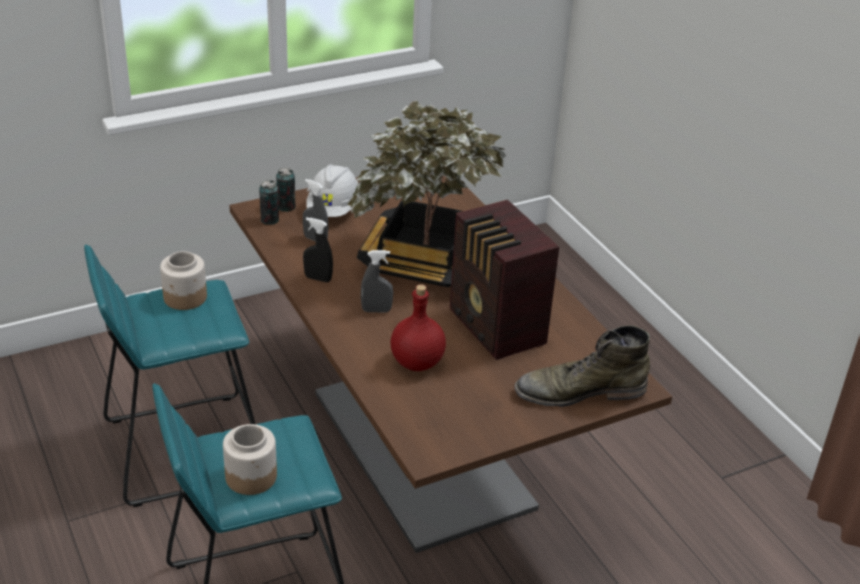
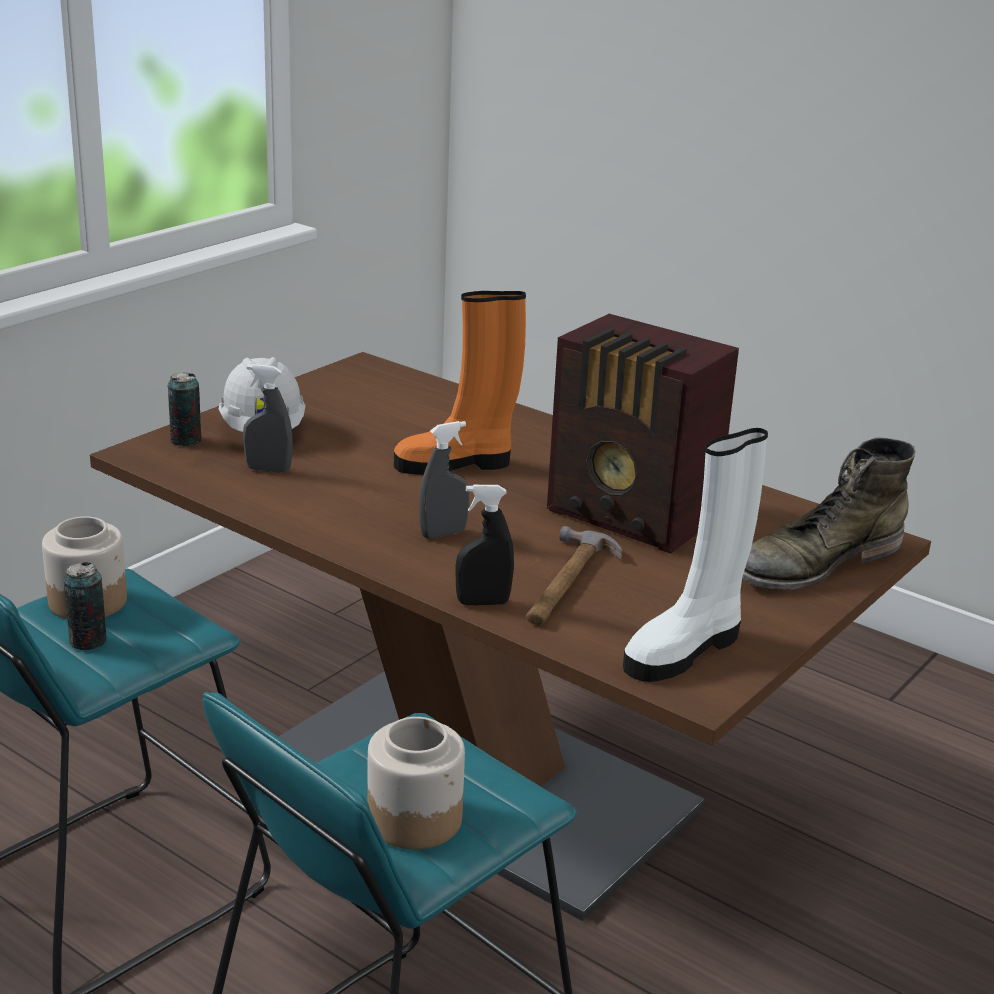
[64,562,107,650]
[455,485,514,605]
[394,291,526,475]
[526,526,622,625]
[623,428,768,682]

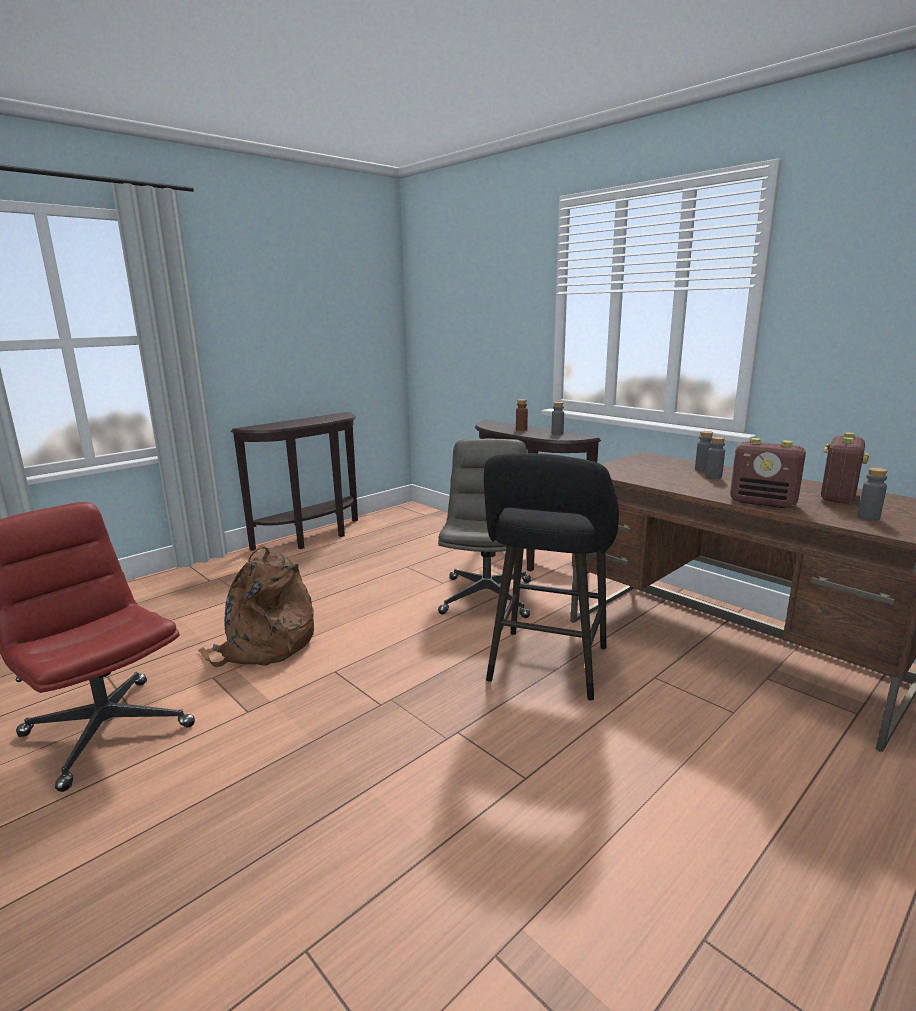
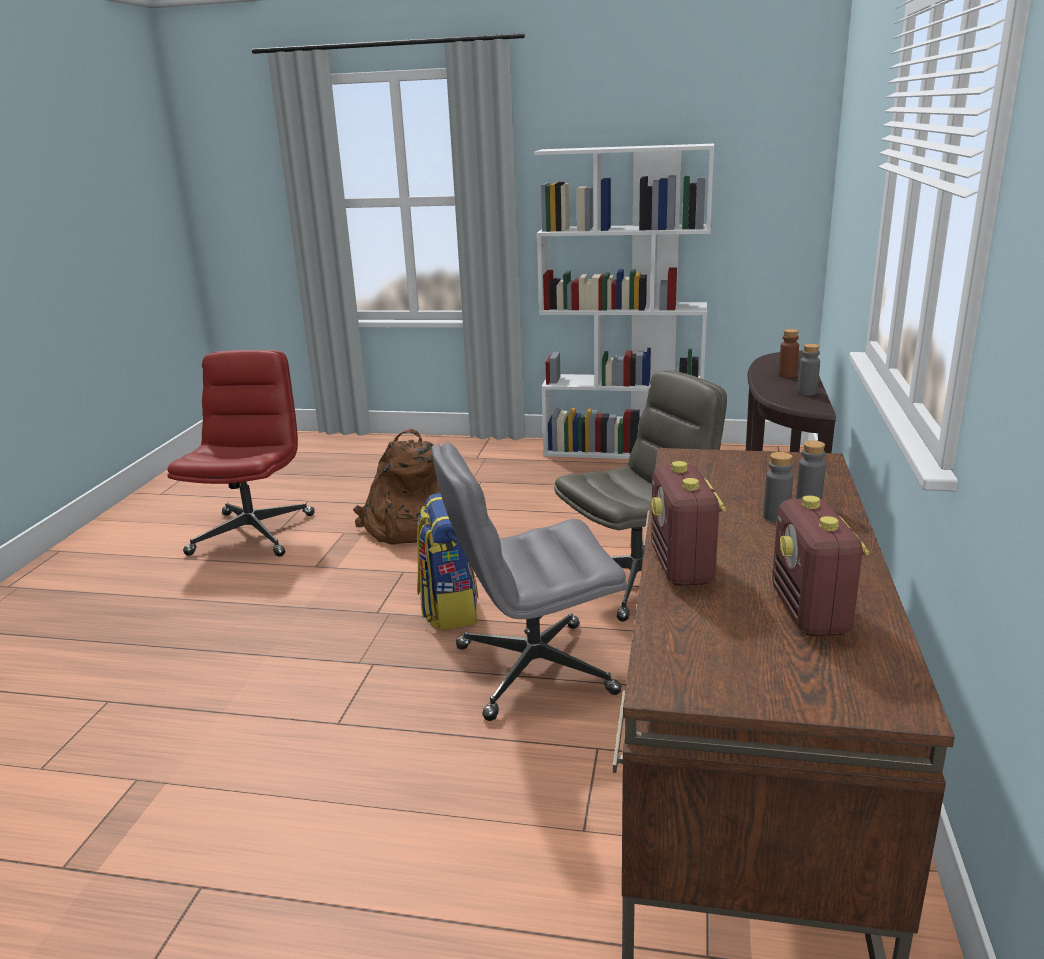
[534,144,714,459]
[431,442,627,721]
[772,495,870,636]
[857,468,888,521] (first image)
[417,493,478,630]

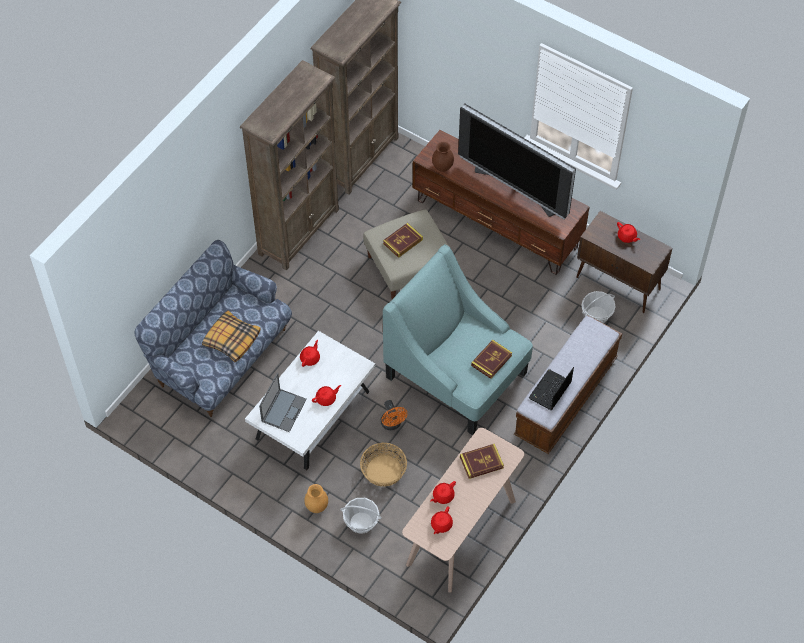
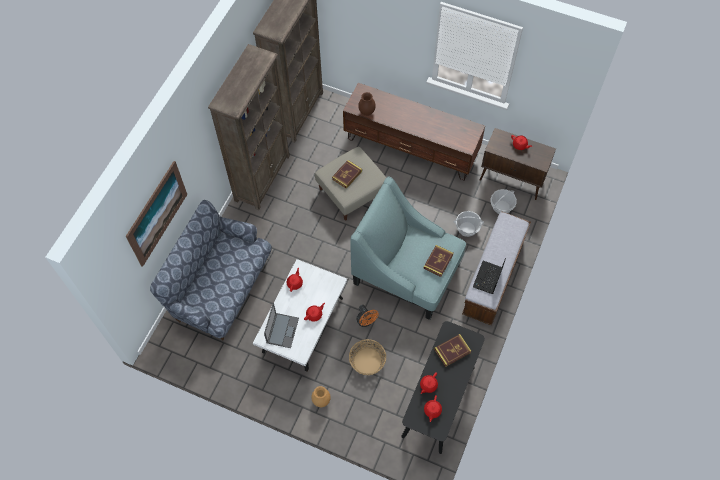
[202,310,261,362] (first image)
[454,211,484,237]
[401,321,485,454]
[458,103,576,219] (first image)
[126,161,187,267]

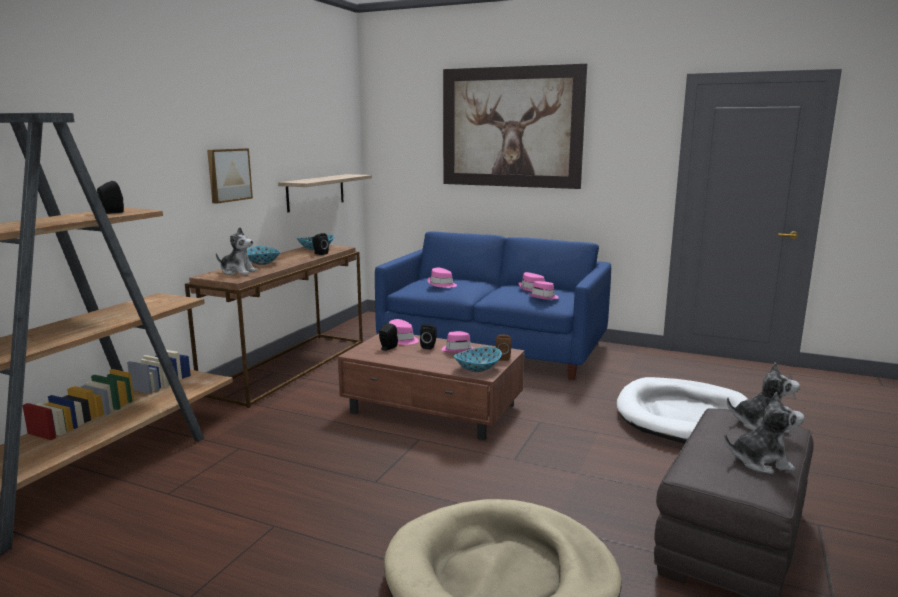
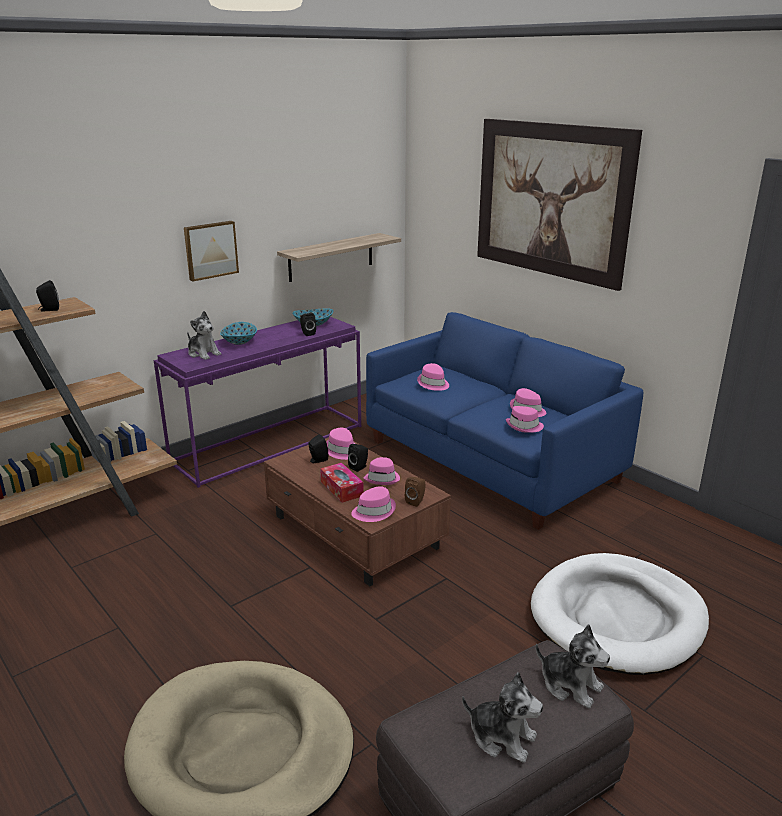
[154,317,361,488]
[351,486,396,522]
[320,463,364,503]

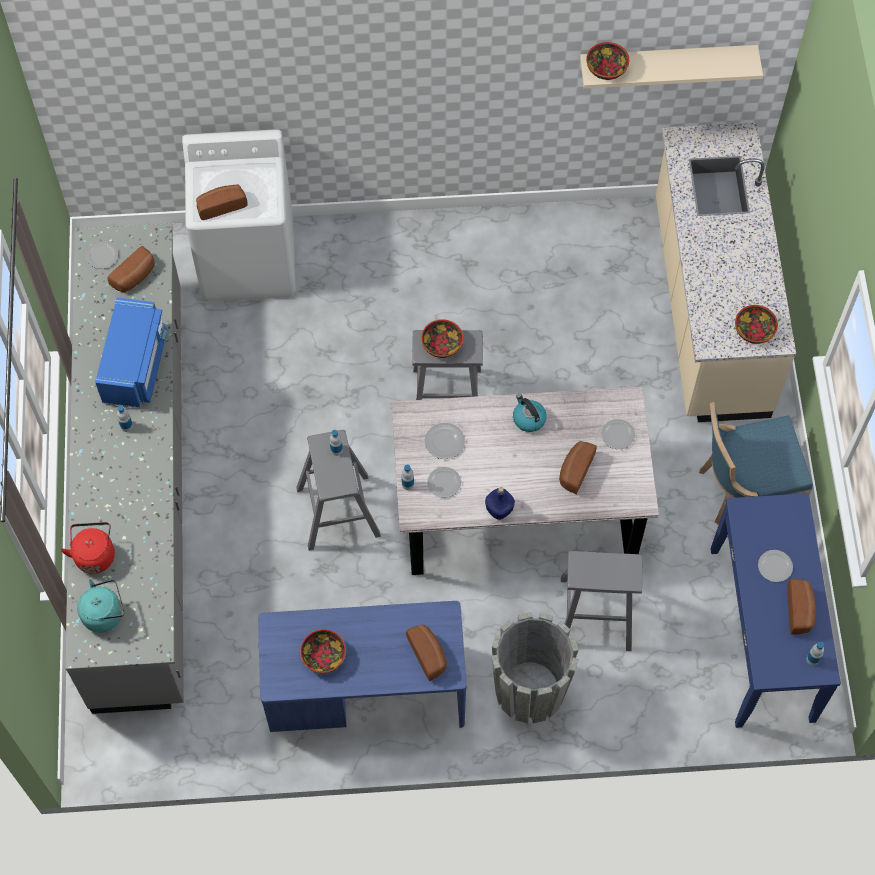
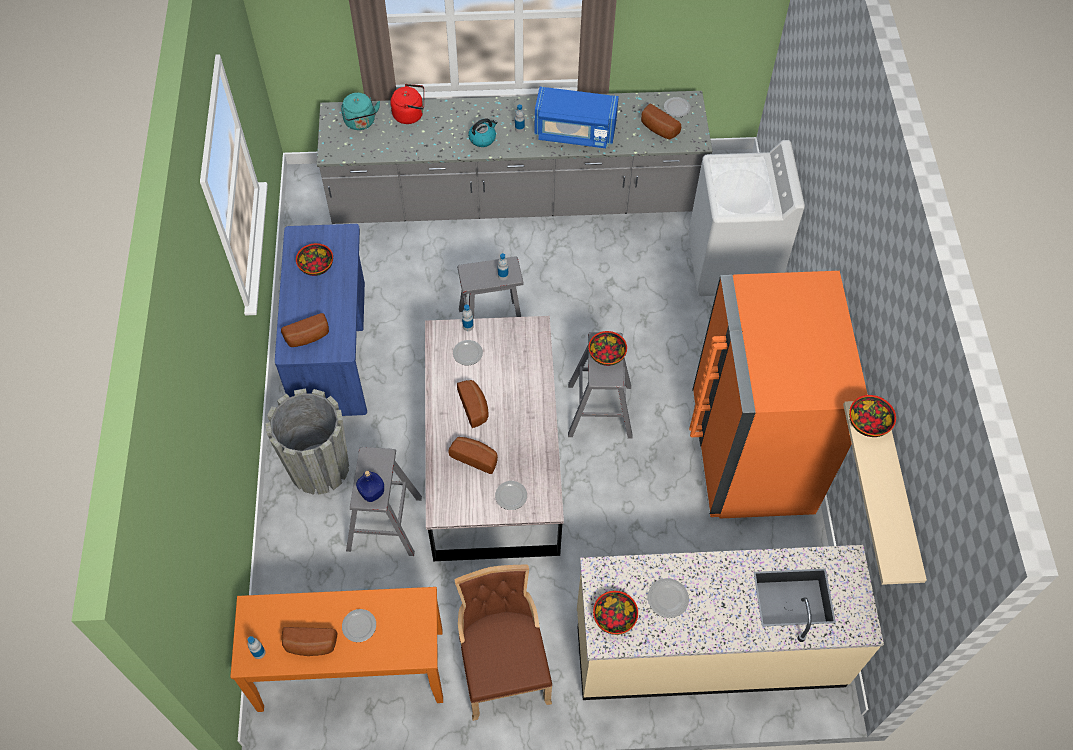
[457,380,489,428]
[647,578,689,618]
[356,470,384,502]
[468,118,498,147]
[454,565,552,721]
[230,587,443,712]
[689,271,868,519]

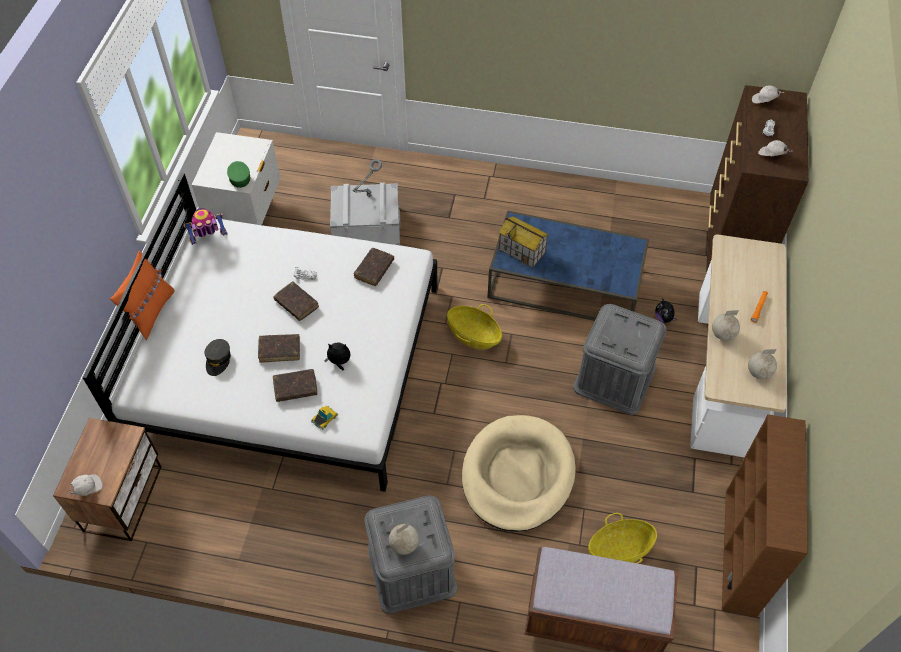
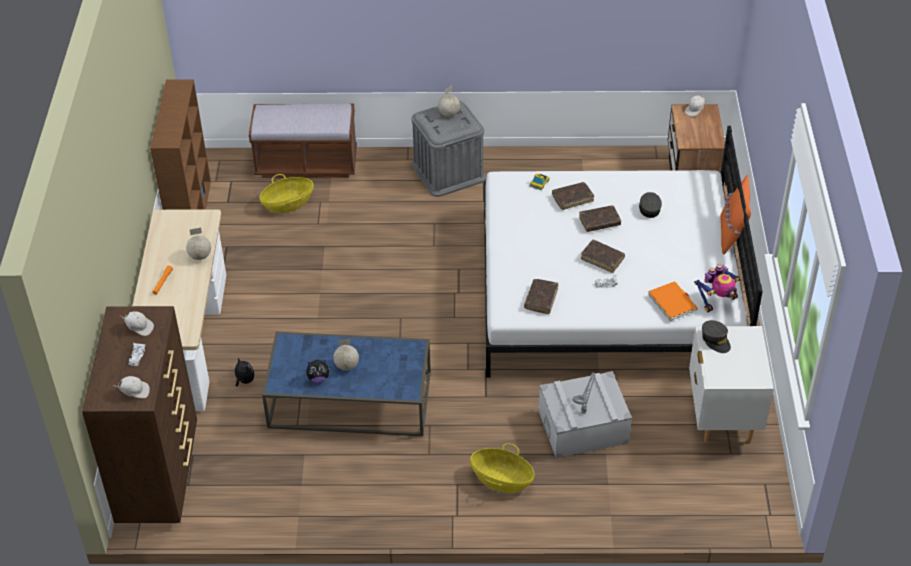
[702,320,731,353]
[306,360,331,383]
[470,443,535,493]
[462,415,576,532] (first image)
[499,216,549,268] (first image)
[573,304,667,415] (first image)
[333,338,359,370]
[648,281,698,321]

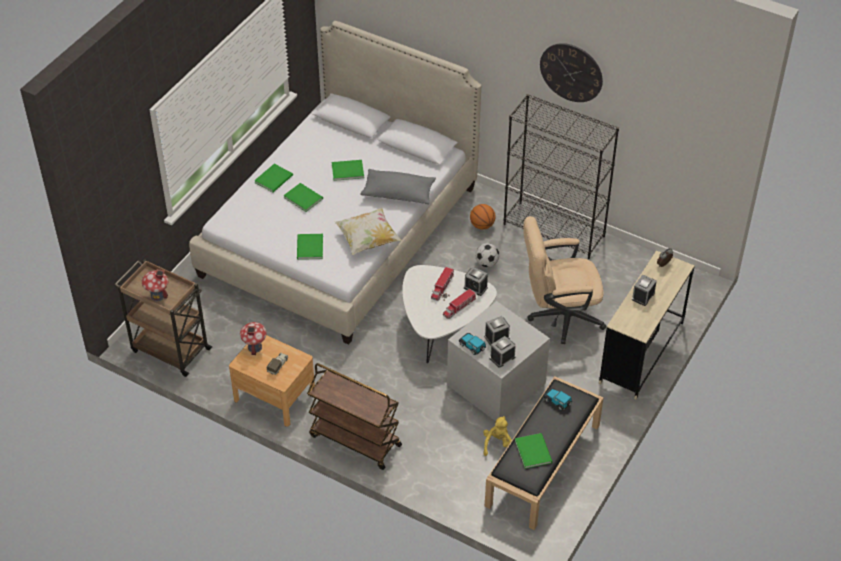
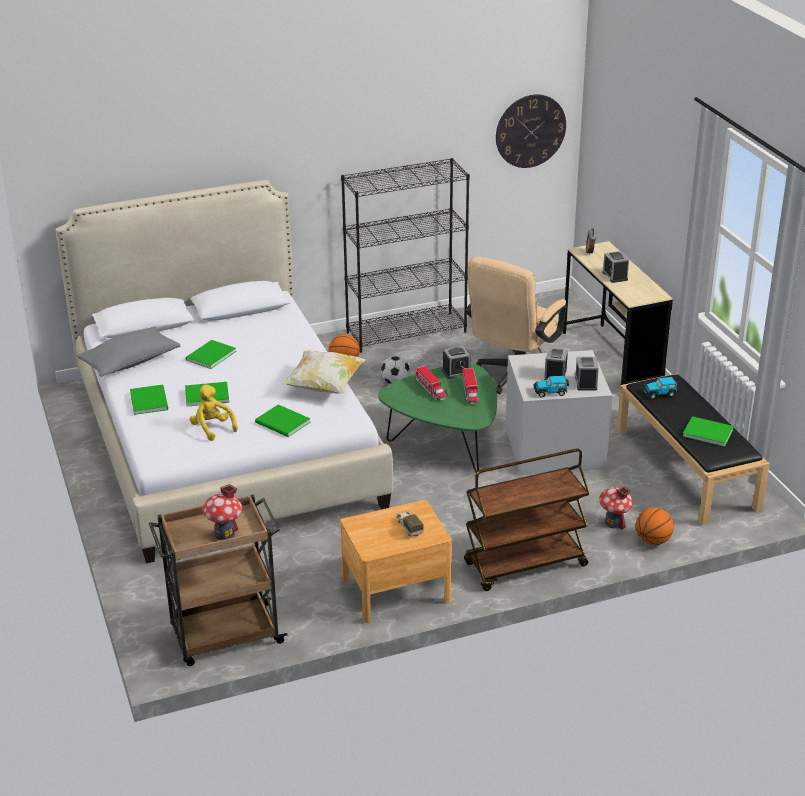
[599,485,633,530]
[77,326,181,377]
[378,363,497,473]
[190,385,238,441]
[496,94,566,168]
[636,507,674,545]

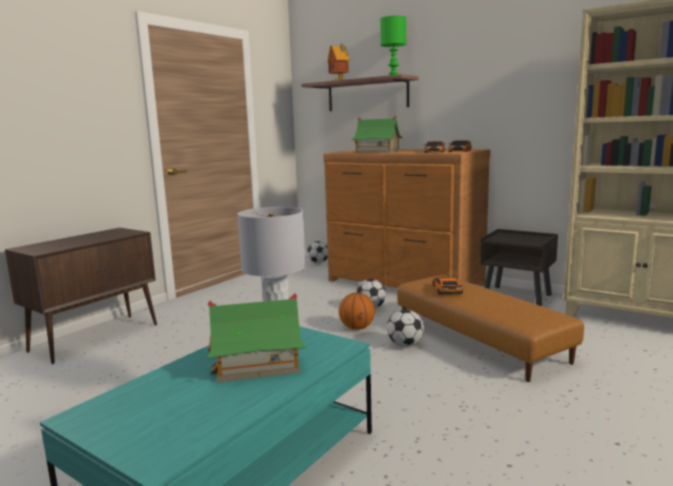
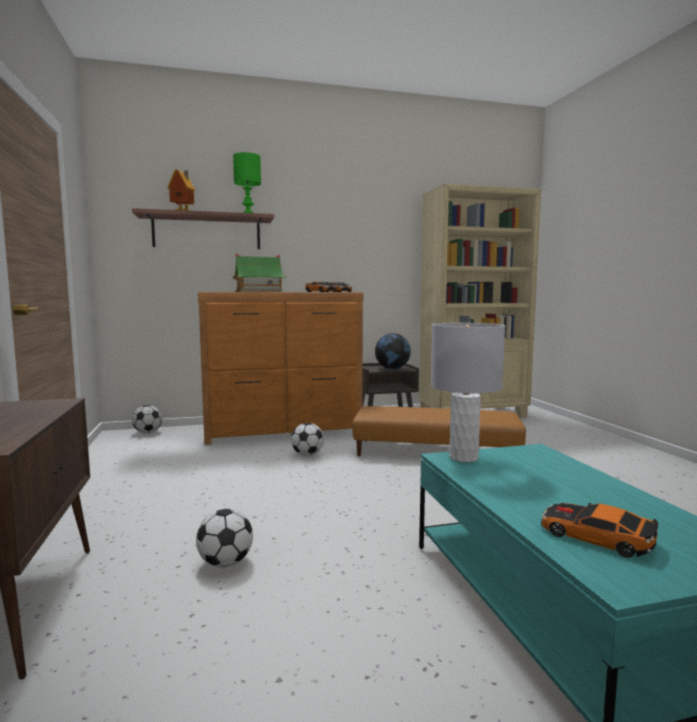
[207,293,306,382] (first image)
[339,293,375,330] (first image)
[196,509,253,567]
[541,503,658,558]
[375,333,411,369]

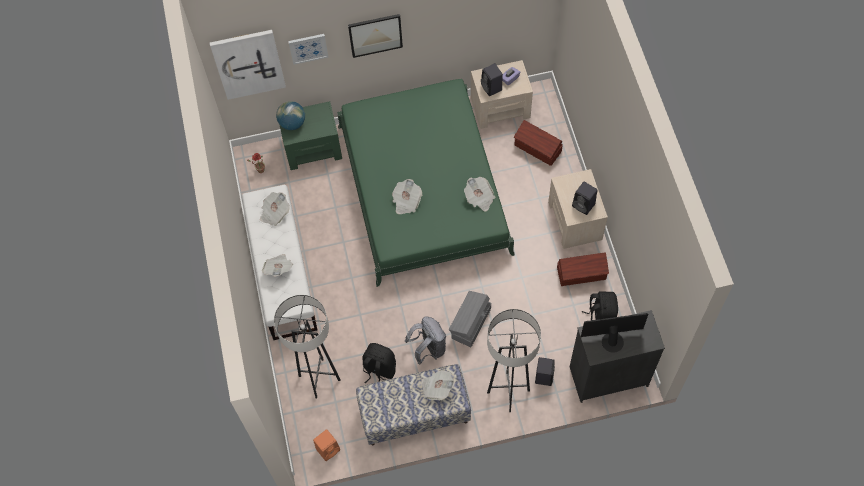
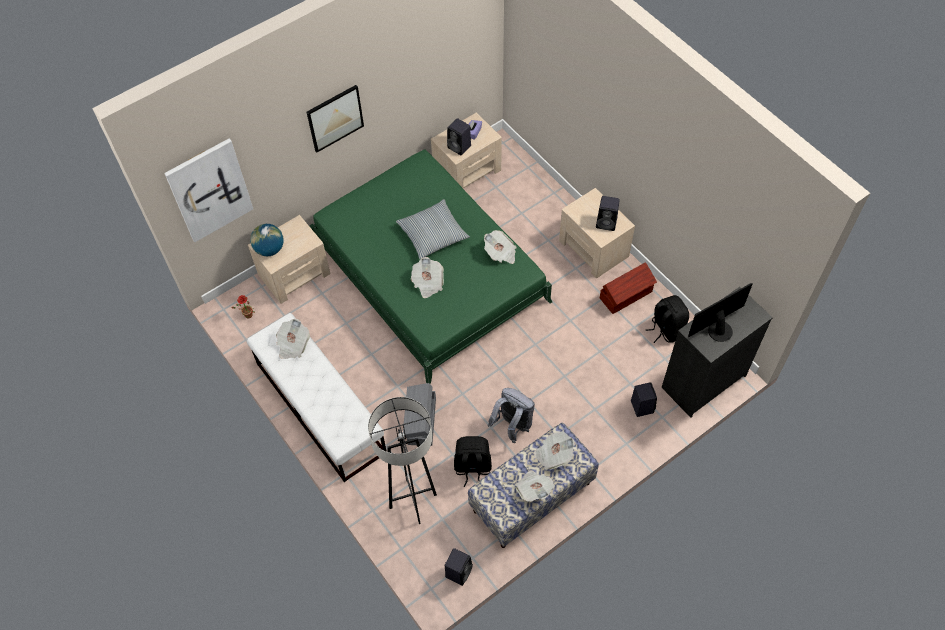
[515,470,555,502]
[248,215,331,304]
[288,34,328,65] (first image)
[445,548,473,586]
[403,383,436,446]
[487,309,541,412] (first image)
[514,120,563,166] (first image)
[396,199,470,260]

